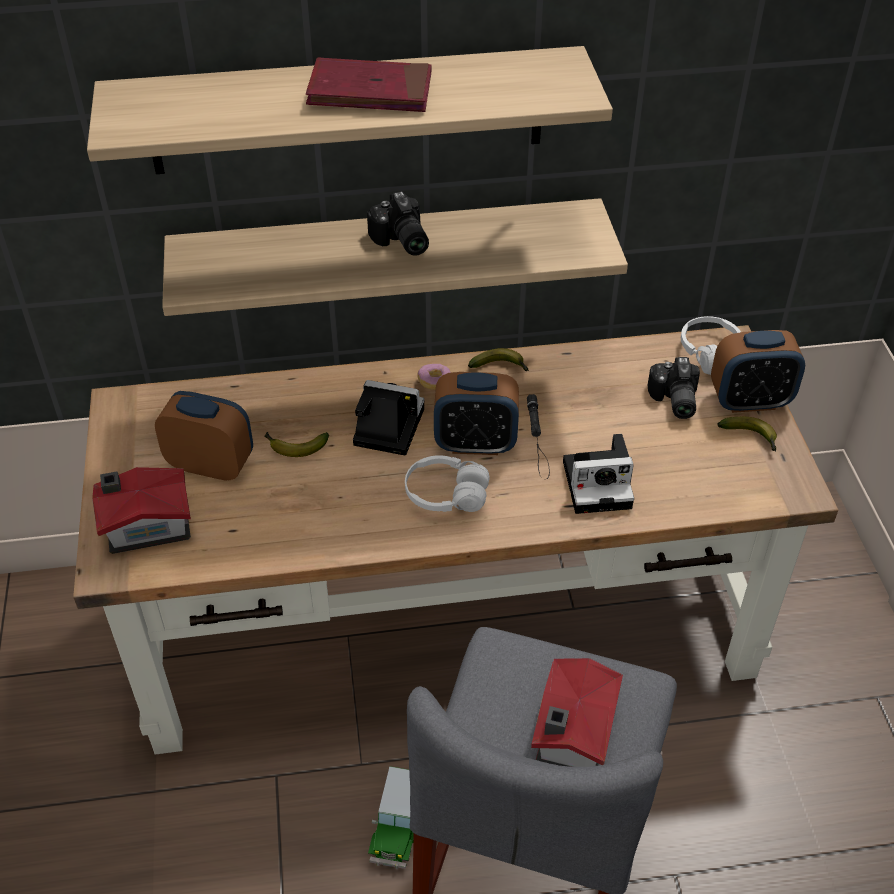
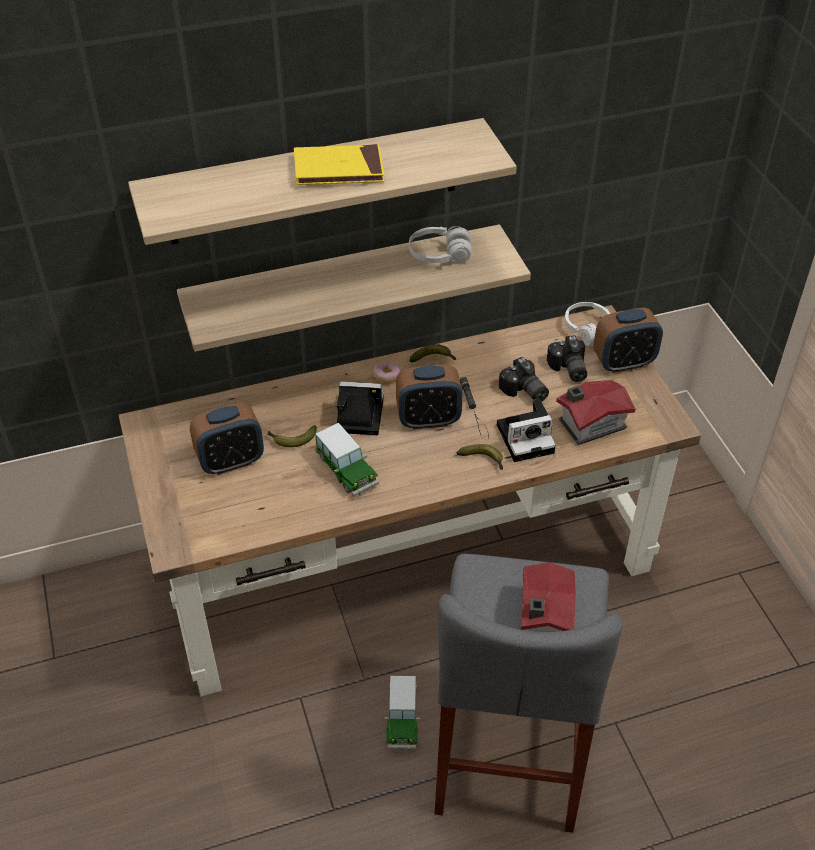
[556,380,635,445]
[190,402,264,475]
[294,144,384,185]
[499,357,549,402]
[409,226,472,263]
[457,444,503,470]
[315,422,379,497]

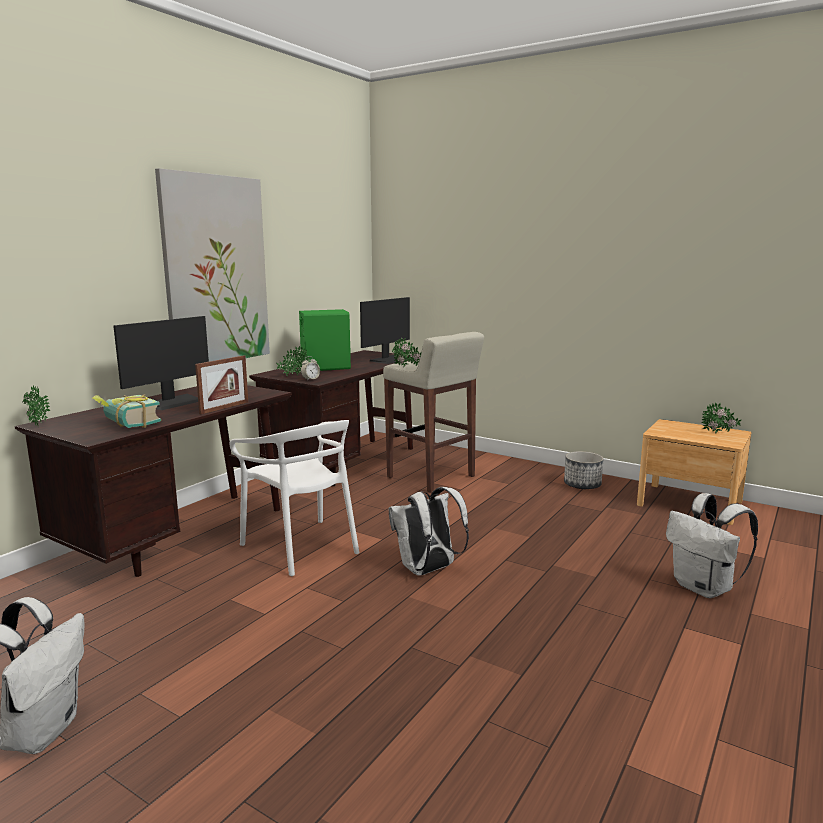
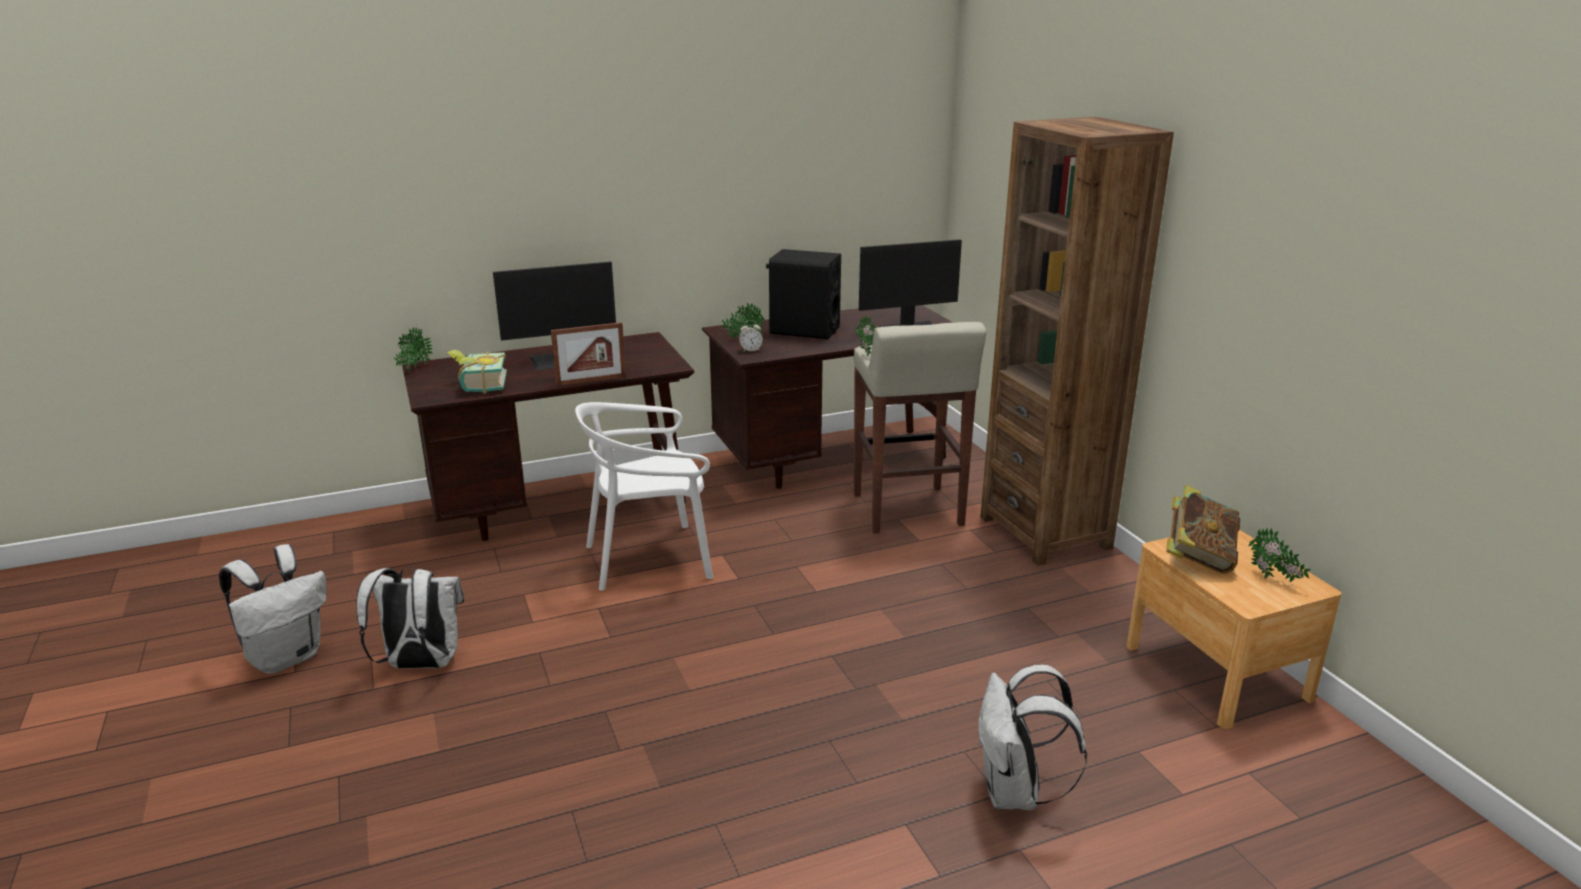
[155,168,270,362] (first image)
[575,402,713,591]
[766,249,841,339]
[356,567,464,669]
[564,451,604,489] (first image)
[980,117,1174,566]
[1166,485,1240,574]

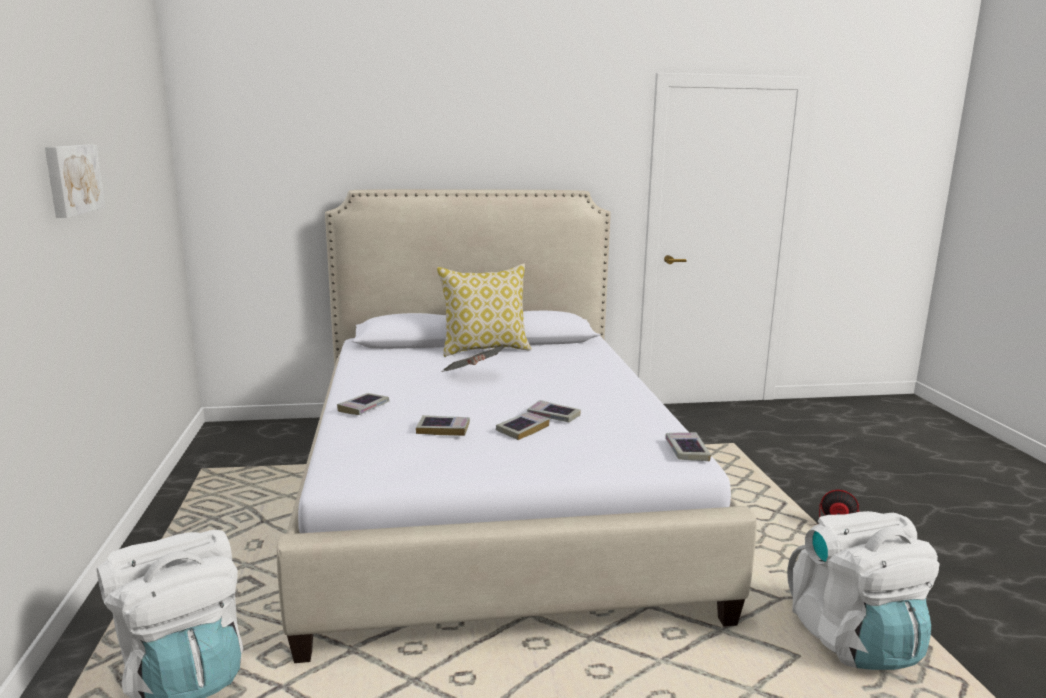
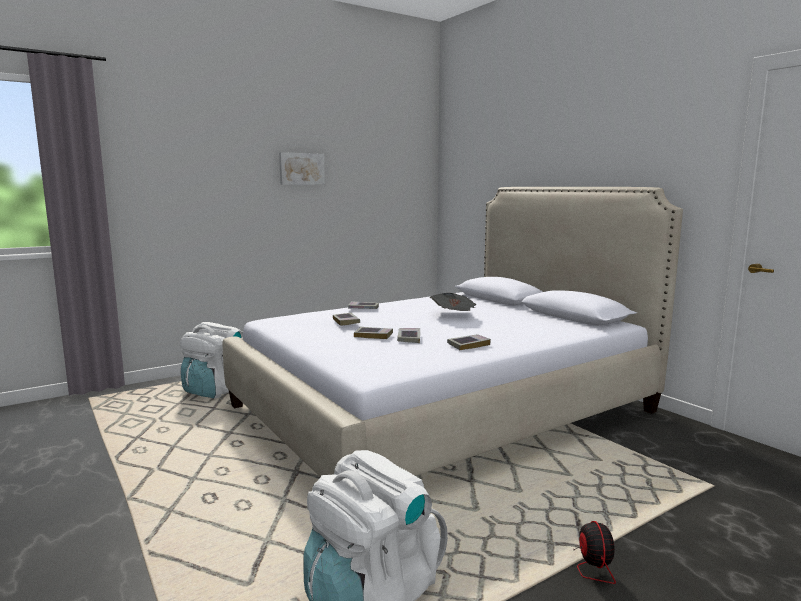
[437,264,532,357] (first image)
[447,334,491,350]

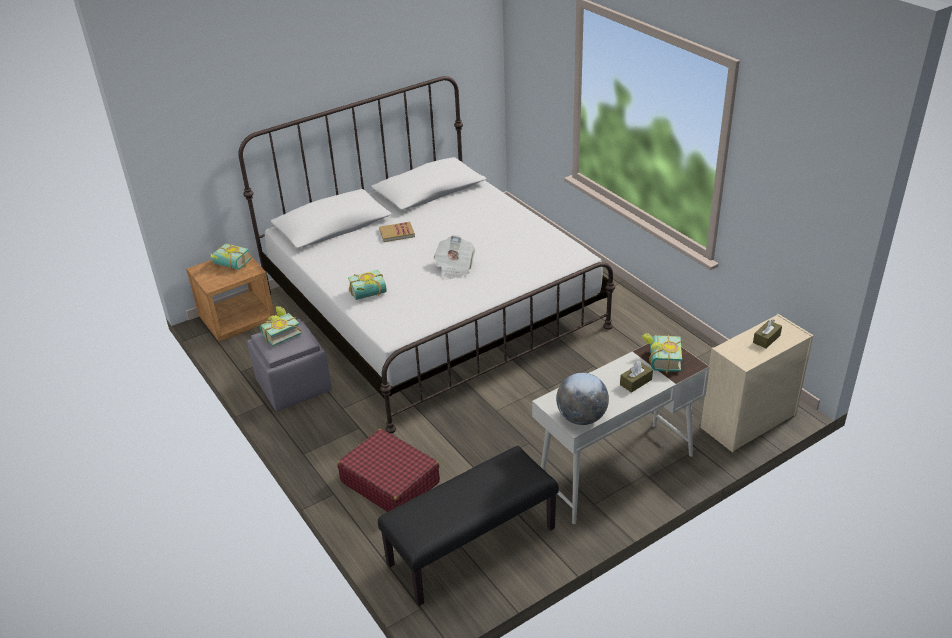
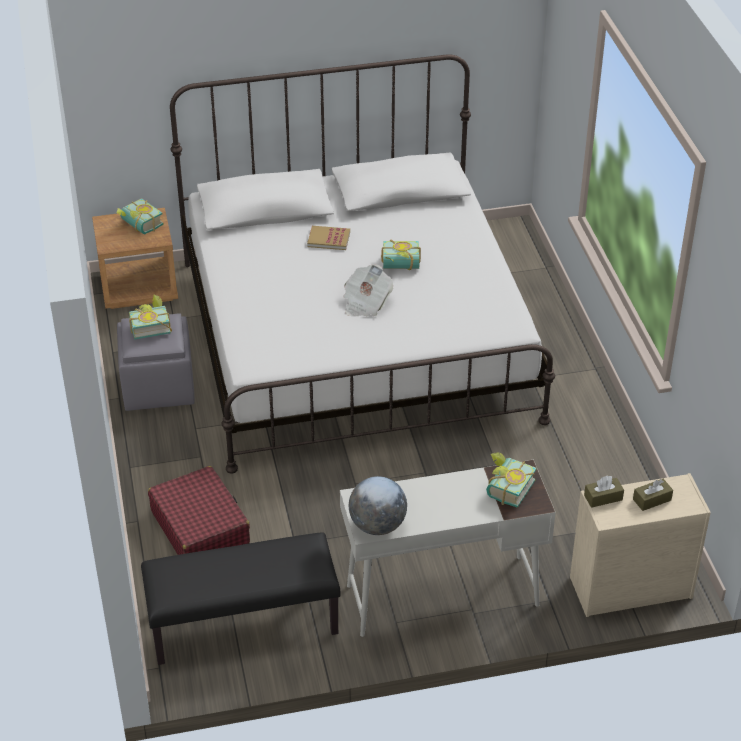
[381,240,421,270]
[584,476,624,508]

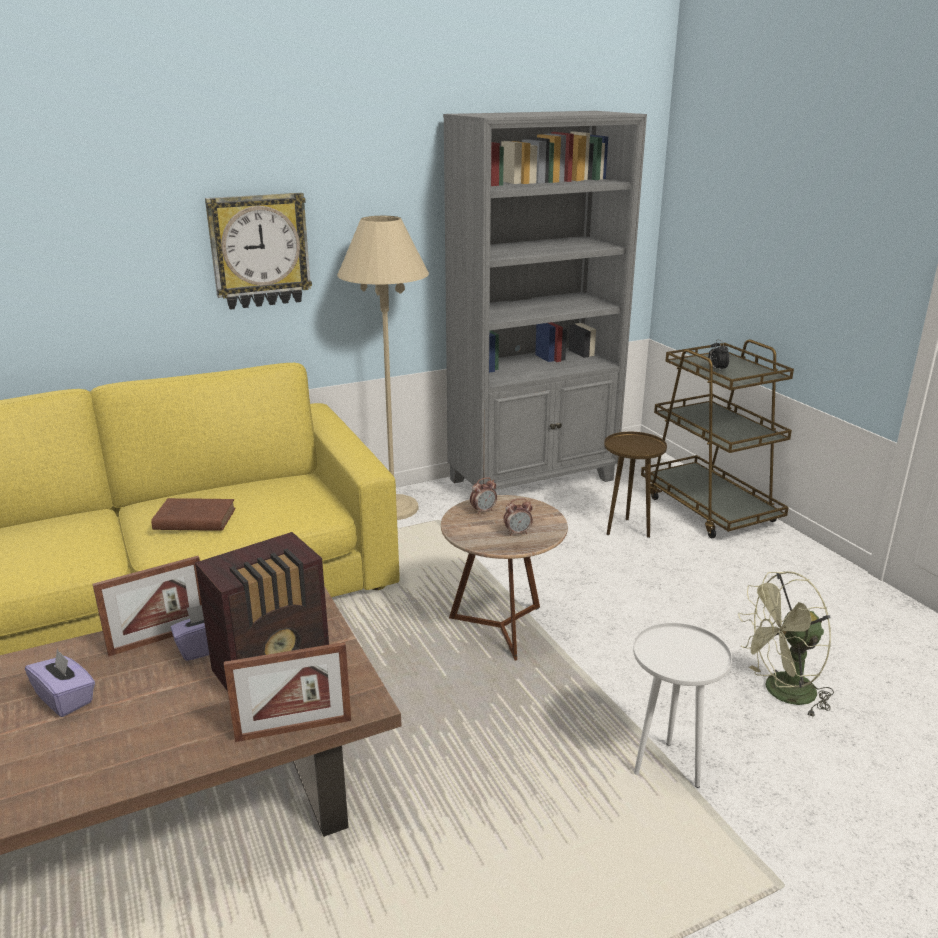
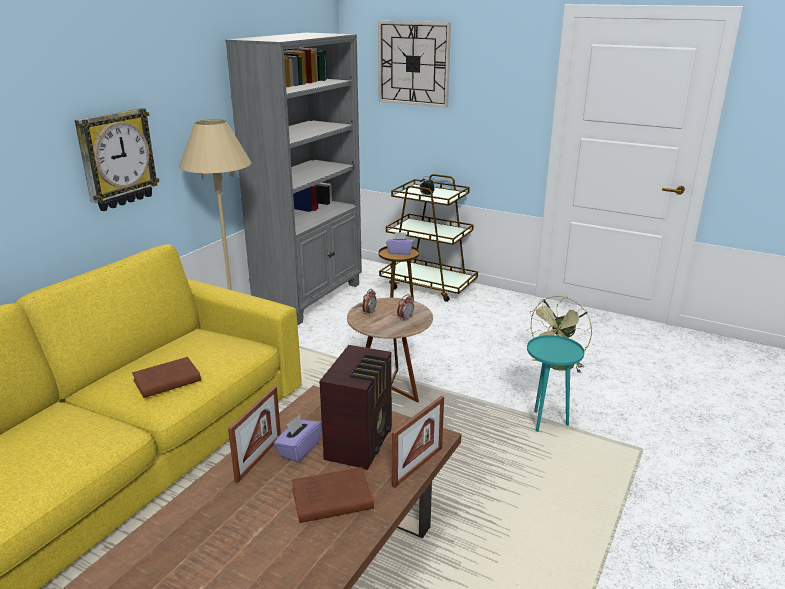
[386,232,414,255]
[527,335,585,432]
[292,467,374,523]
[378,21,451,108]

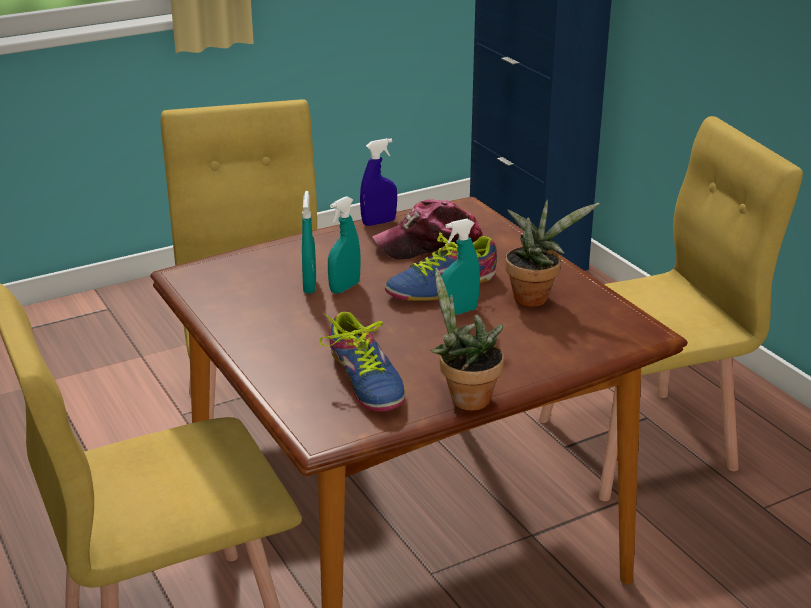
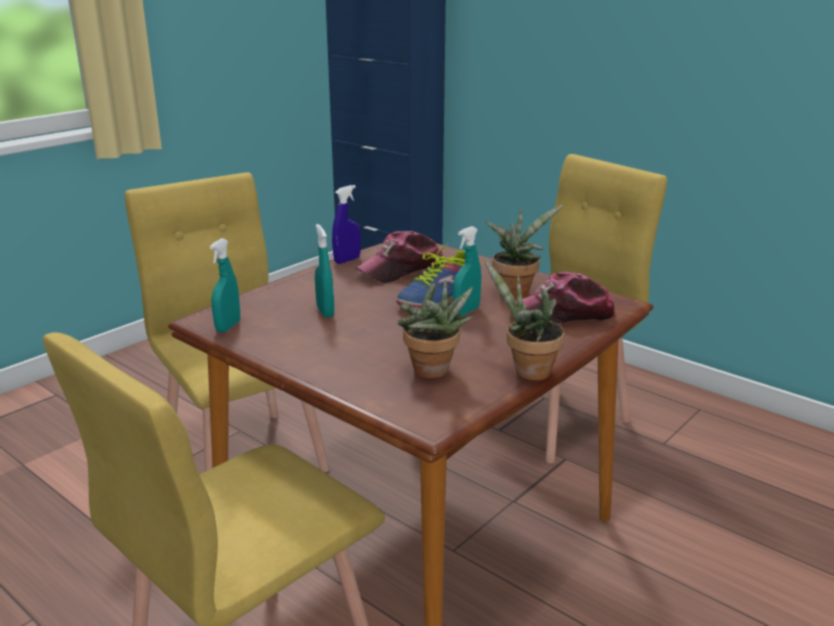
[397,280,474,378]
[210,238,240,333]
[506,272,616,324]

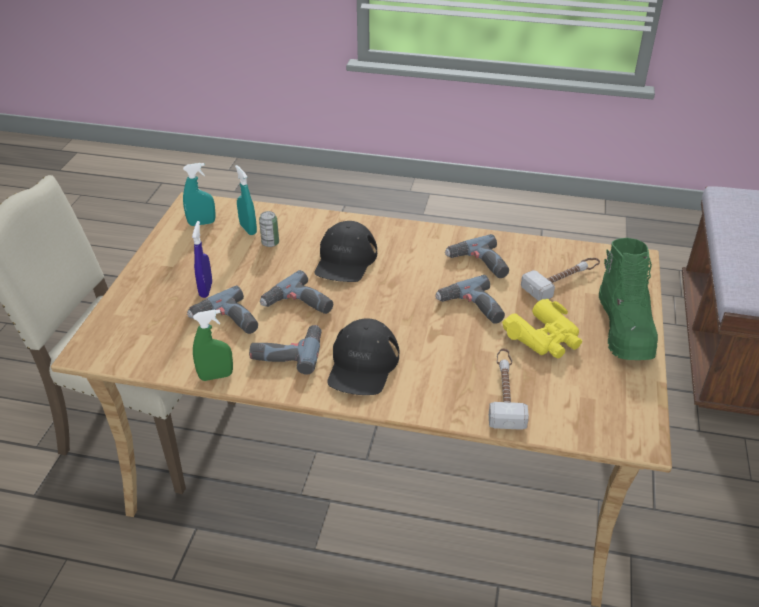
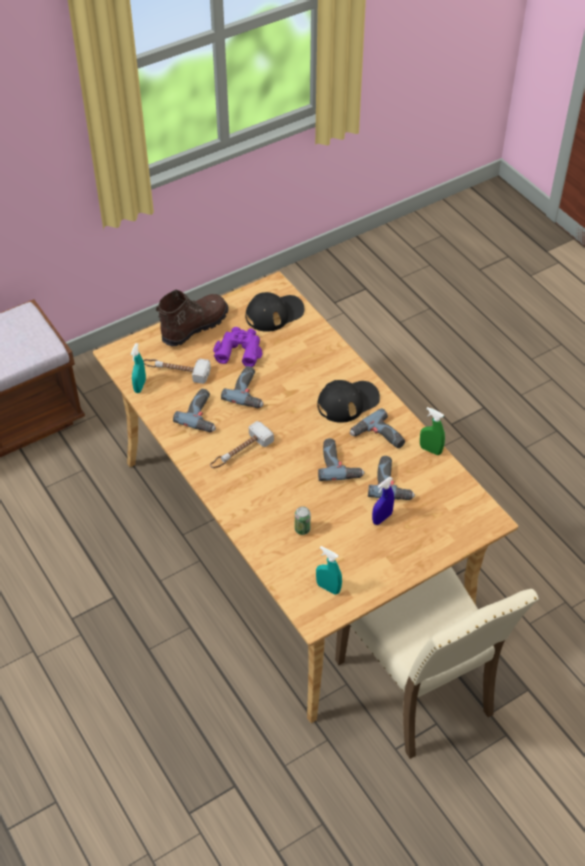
[131,343,146,393]
[246,292,304,332]
[210,421,274,468]
[213,327,262,367]
[156,289,229,346]

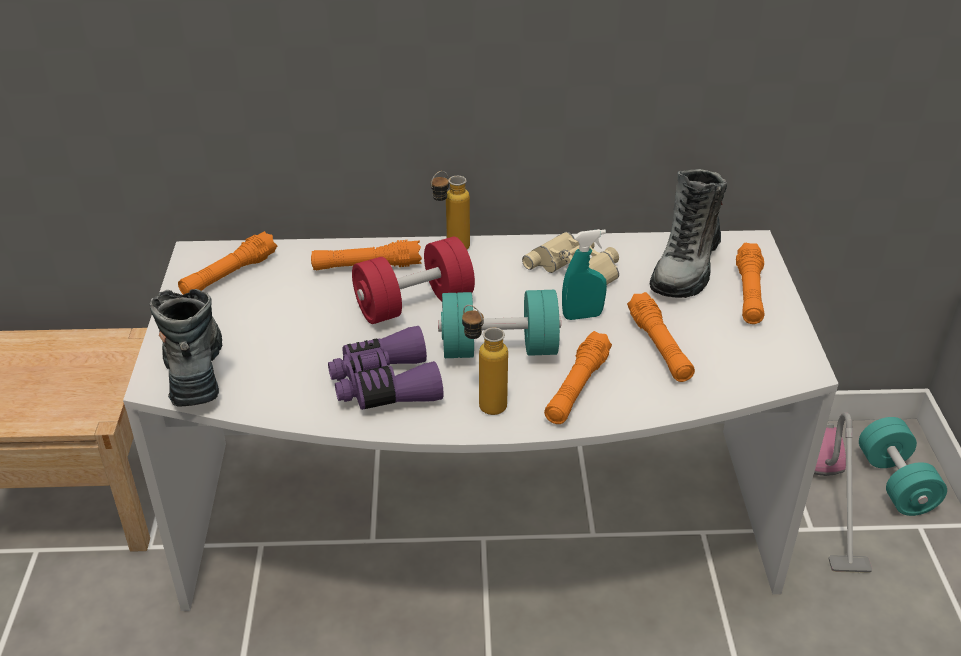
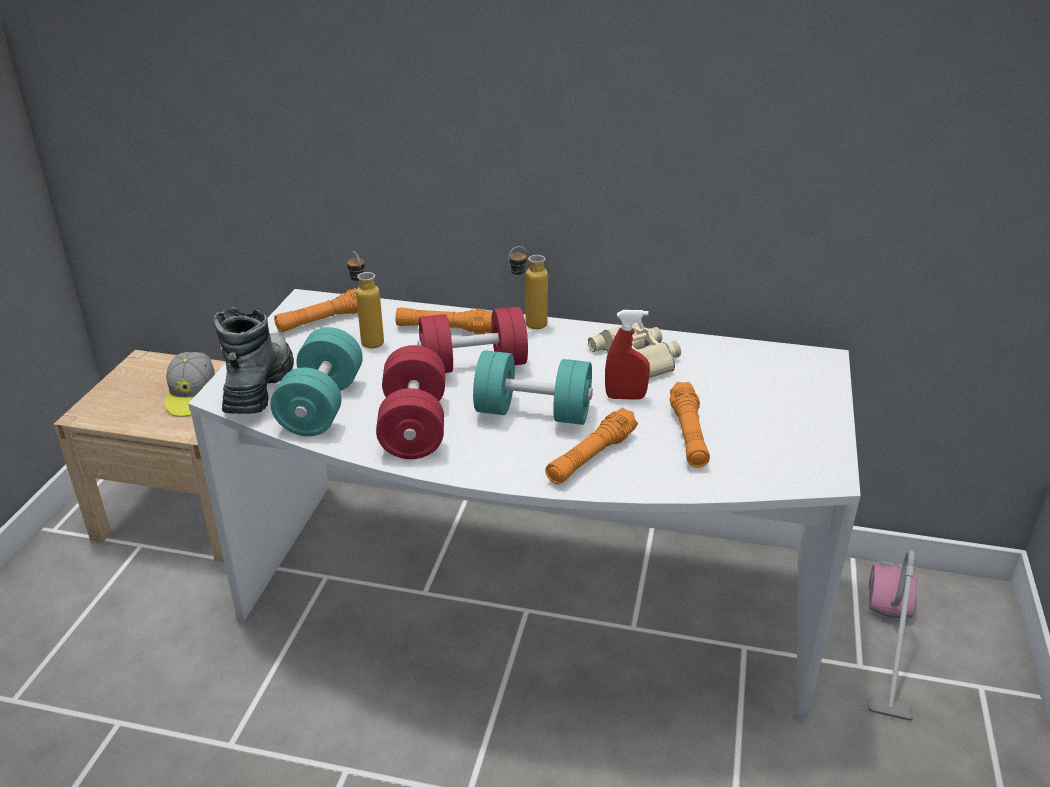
[376,345,445,459]
[347,251,384,349]
[605,310,650,400]
[650,169,727,298] (first image)
[736,243,765,324] (first image)
[270,327,363,436]
[165,352,215,417]

